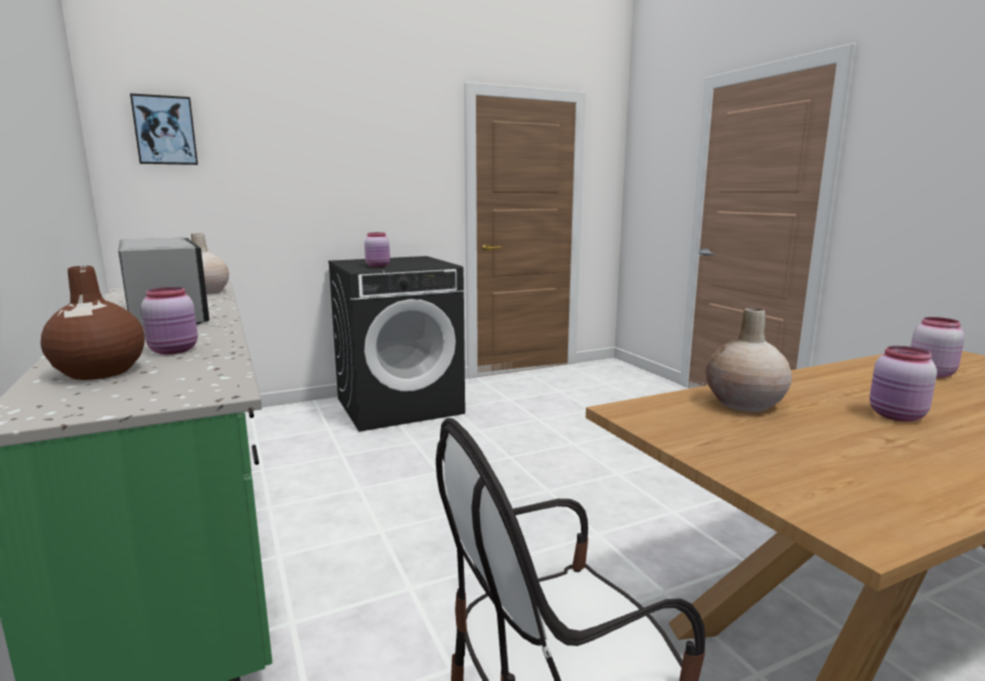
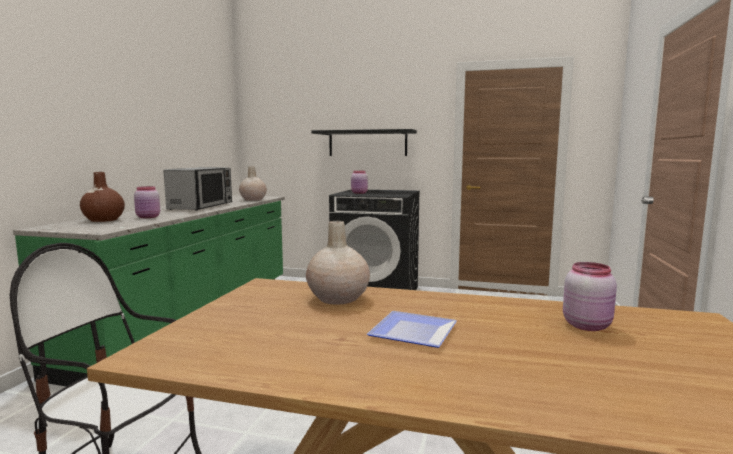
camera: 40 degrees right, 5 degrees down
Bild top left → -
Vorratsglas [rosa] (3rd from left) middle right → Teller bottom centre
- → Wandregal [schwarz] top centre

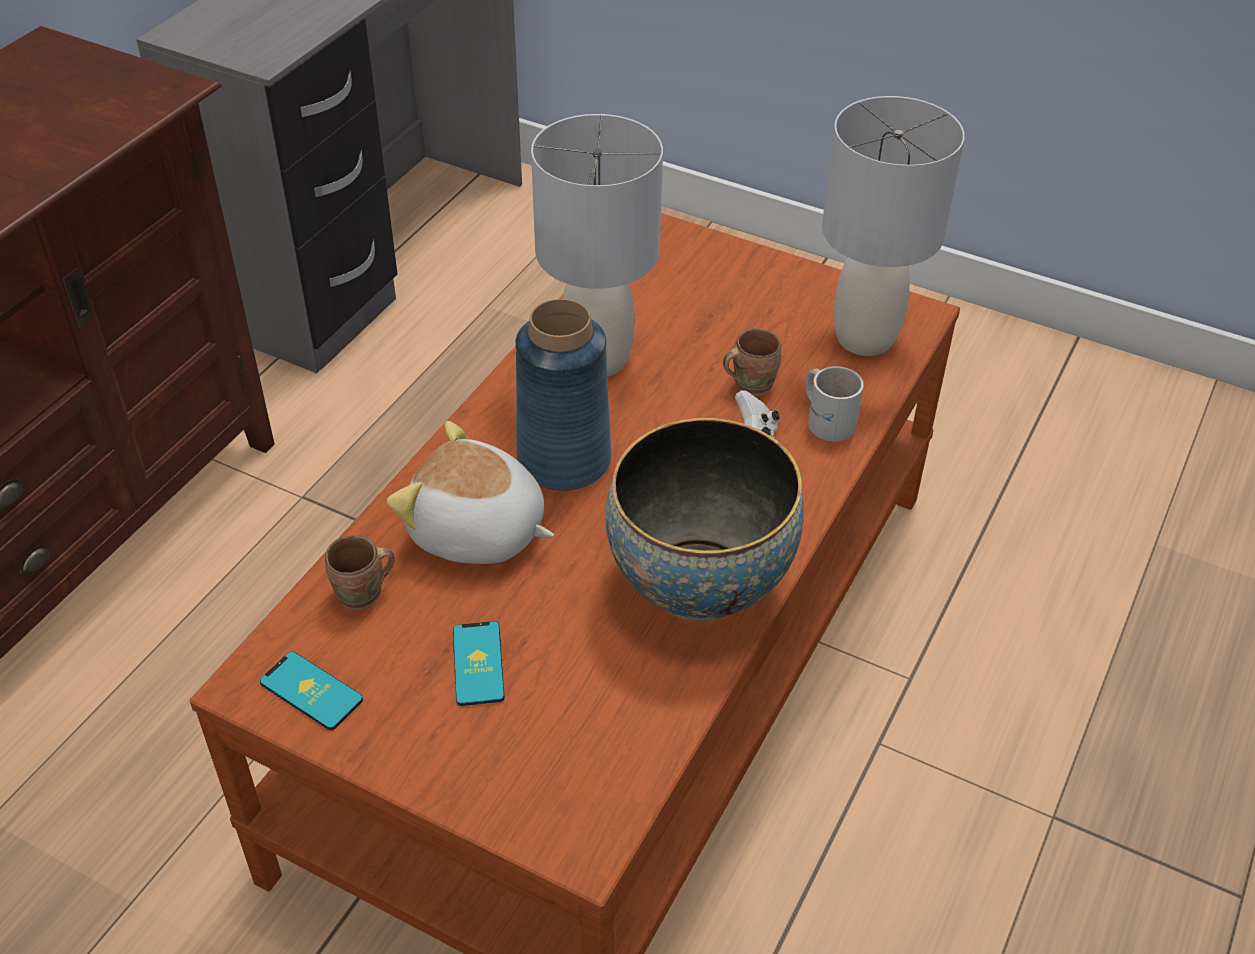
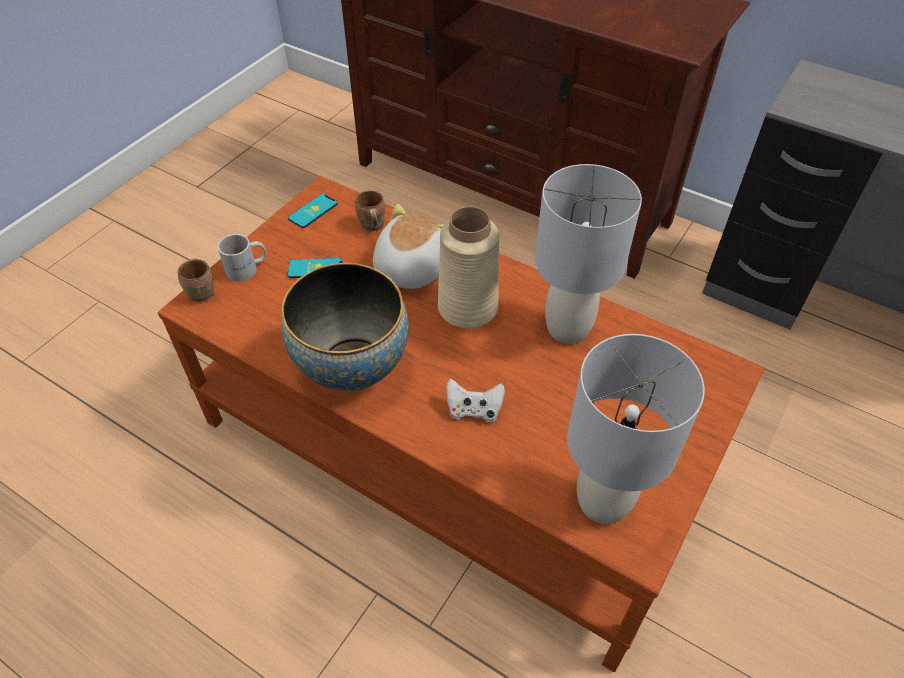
camera: 95 degrees right, 5 degrees up
Vase [blau] centre → Vase [beige] centre
Henkelbecher [braun] (2nd from left in the first image) centre → Henkelbecher [braun] (1st from left) middle left, moved
Henkelbecher [weiß] centre → Henkelbecher [weiß] middle left, moved

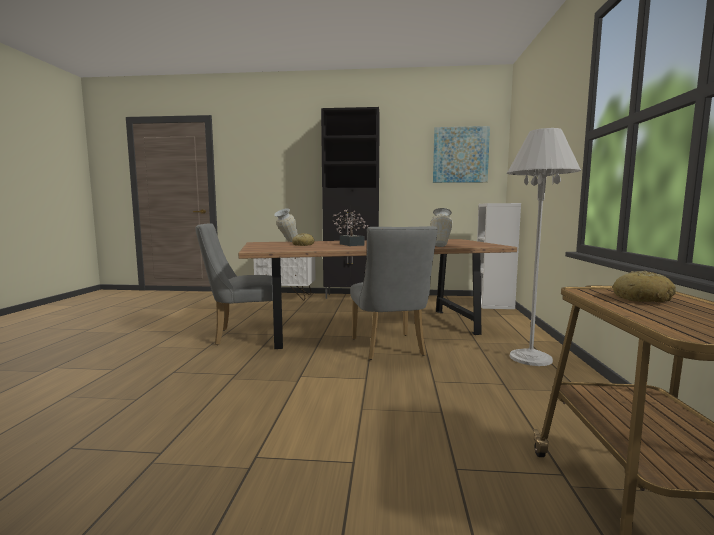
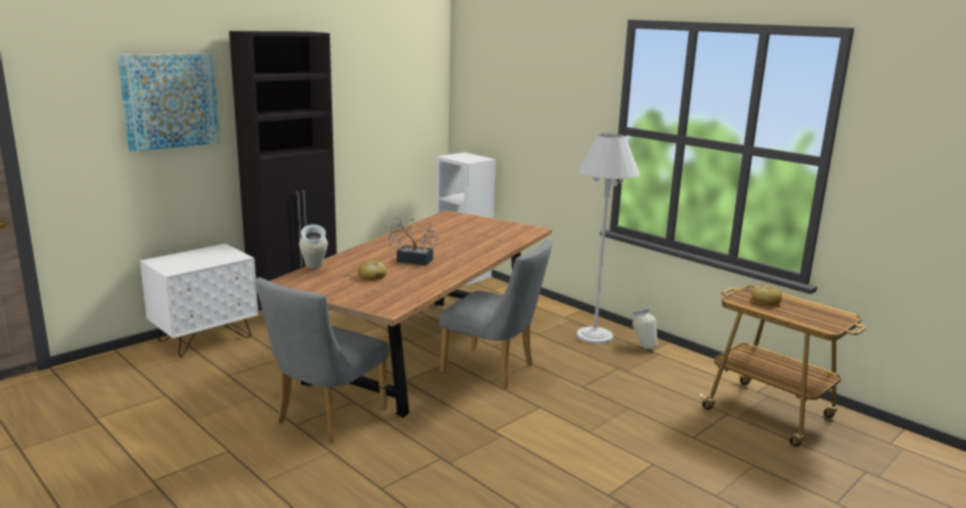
camera: 50 degrees left, 10 degrees up
Vase (2nd from left) centre → Vase (2nd from left) middle right, moved
Bild top centre → Bild top left, moved

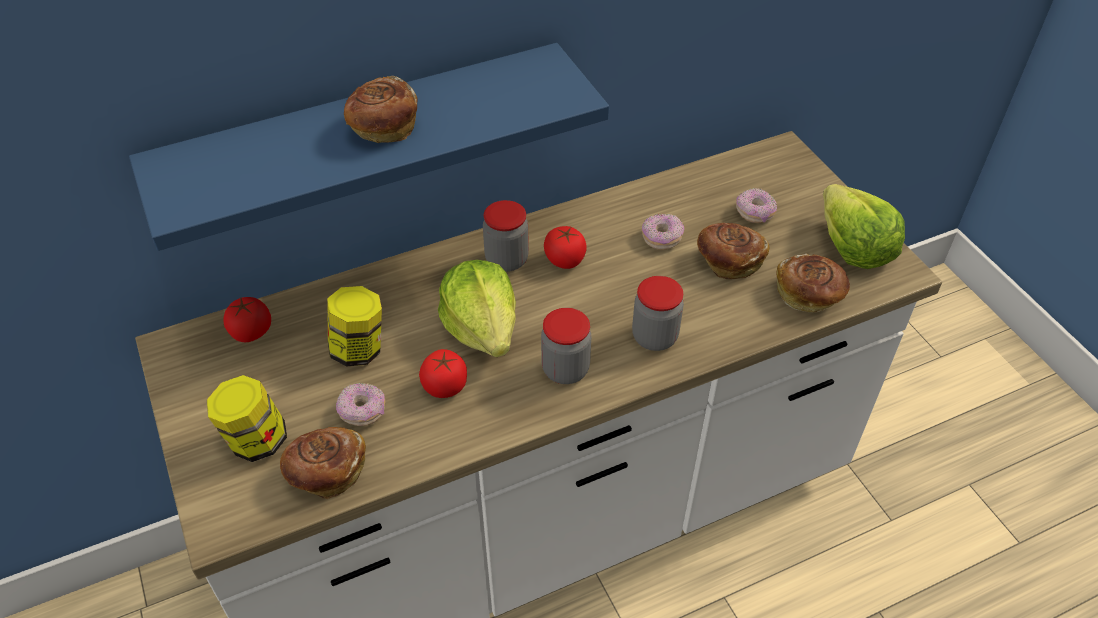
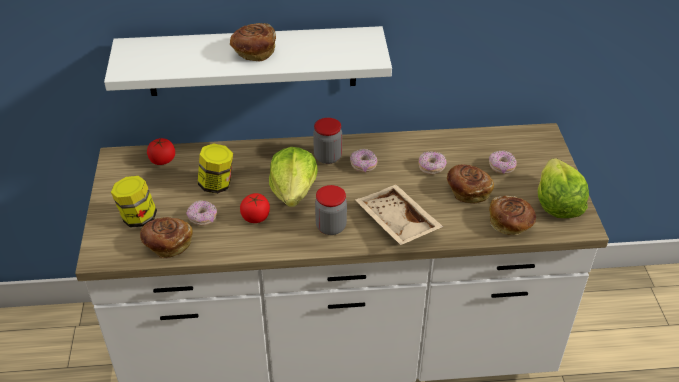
camera: 20 degrees right, 5 degrees down
Wandregal [blau] top centre → Wandregal [weiß] top centre
Tomate (3rd from left) centre → Donut (2nd from left) centre
Vorratsglas (5th from left) centre → Tablett [beige] centre

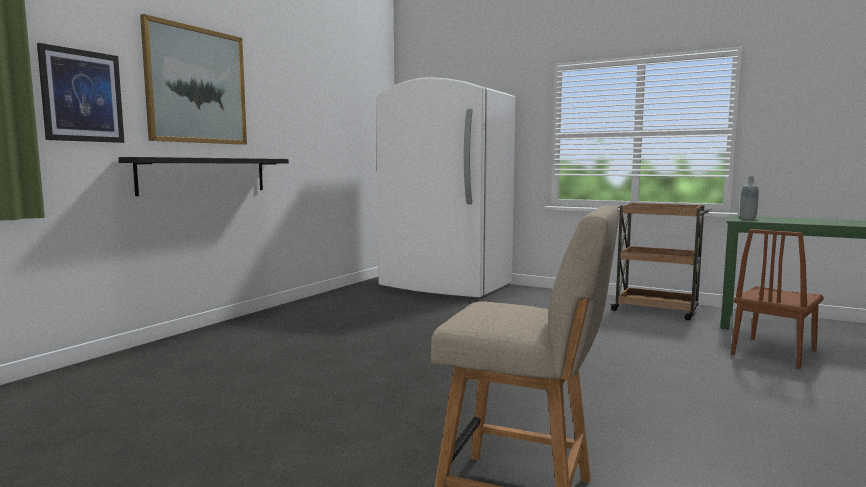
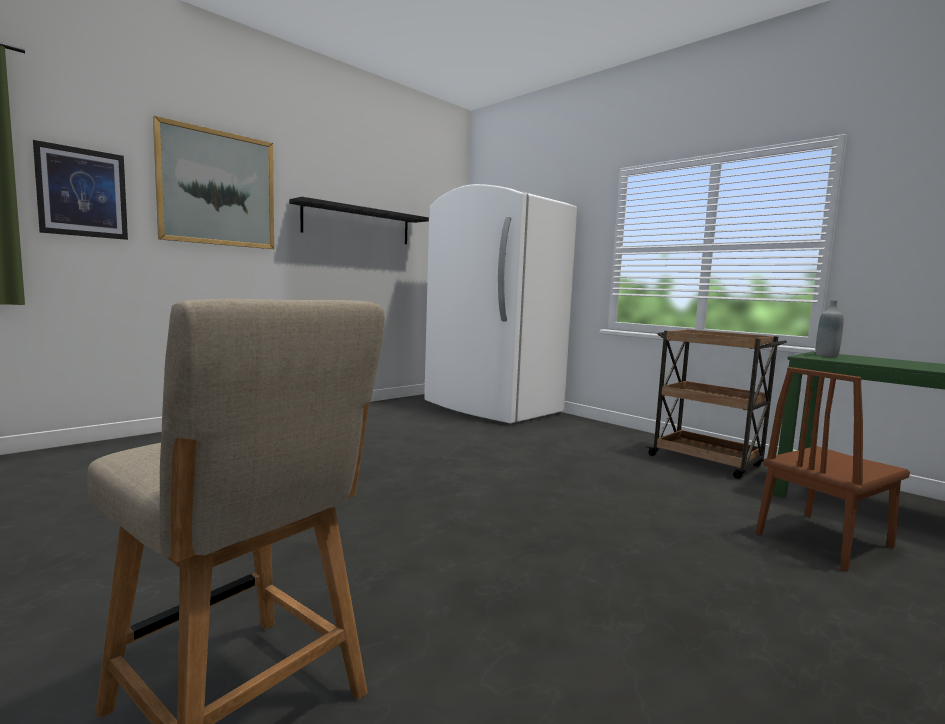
camera: 15 degrees right, 0 degrees up
Wandregal [schwarz] middle left → Wandregal [schwarz] top centre, moved

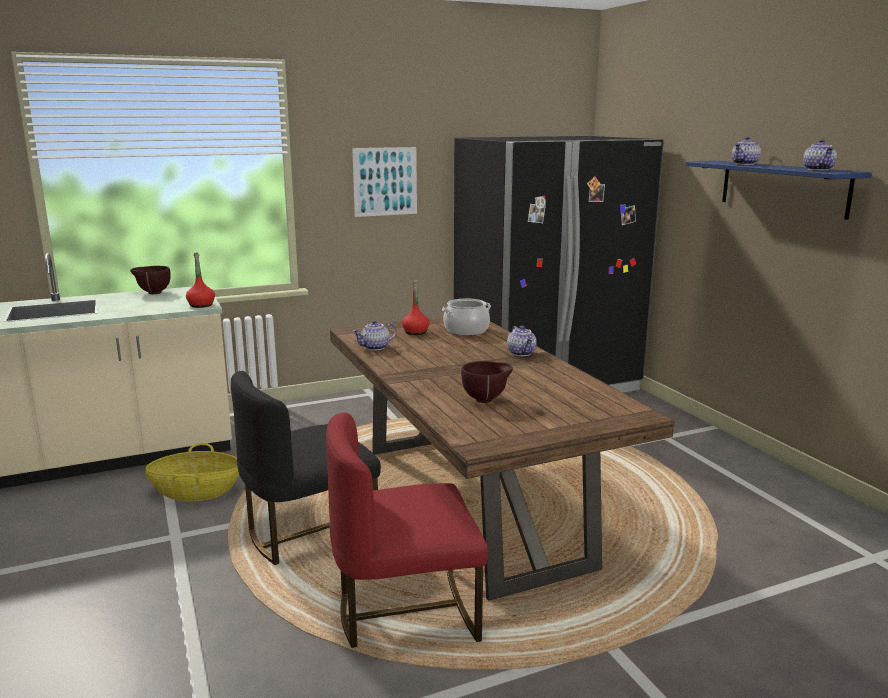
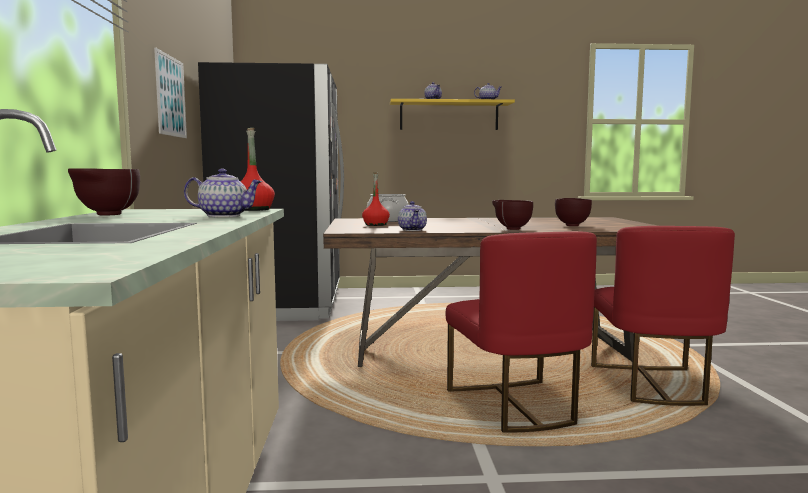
camera: 70 degrees left, 10 degrees down
Korb bottom left → -
Stuhl [schwarz] bottom centre → Stuhl [rot] (1st from left) bottom centre
Teekanne (2nd from left in the first image) centre → Teekanne (1st from left) middle left, moved
Wandregal [blau] top right → Wandregal [gelb] top centre
- → Schüssel [braun] (2nd from left) centre

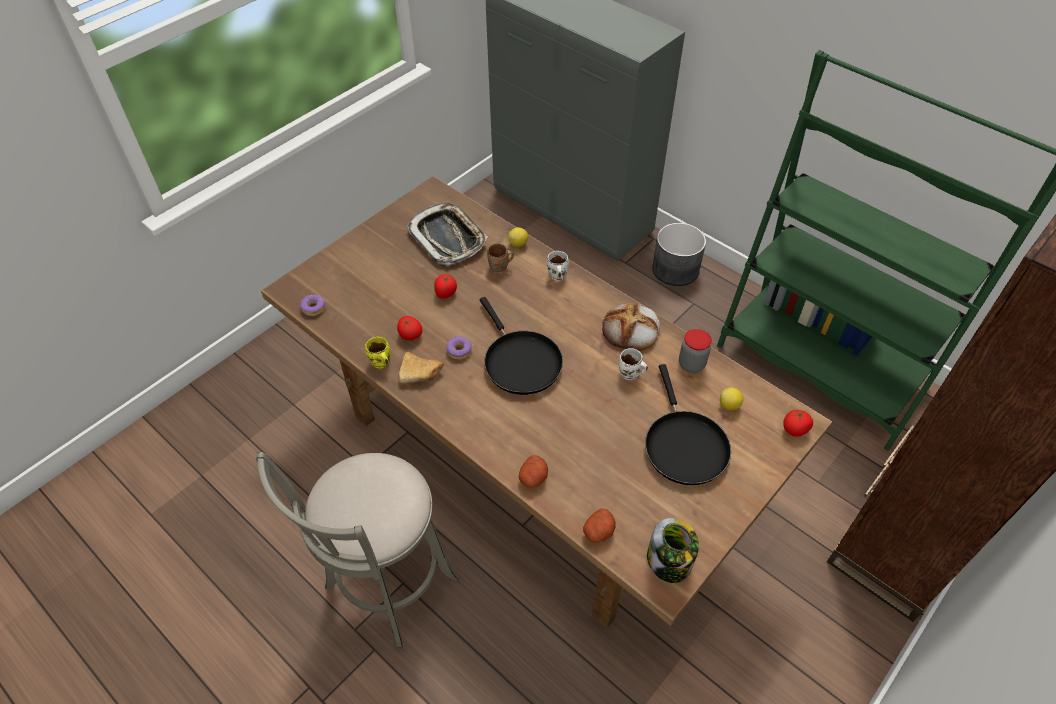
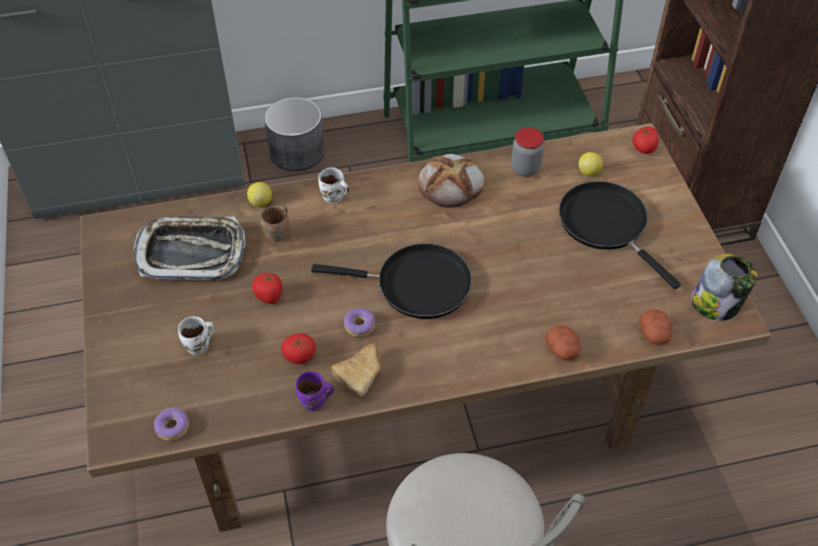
camera: 55 degrees left, 0 degrees up
Henkelbecher [gelb] centre → Henkelbecher [lila] bottom centre
Henkelbecher [weiß] (2nd from left in the first image) centre → Henkelbecher [weiß] (1st from left) middle left, moved
Pfanne [schwarz] (2nd from left) centre → Pfanne [schwarz] (2nd from left) middle right, 150 degrees counterclockwise

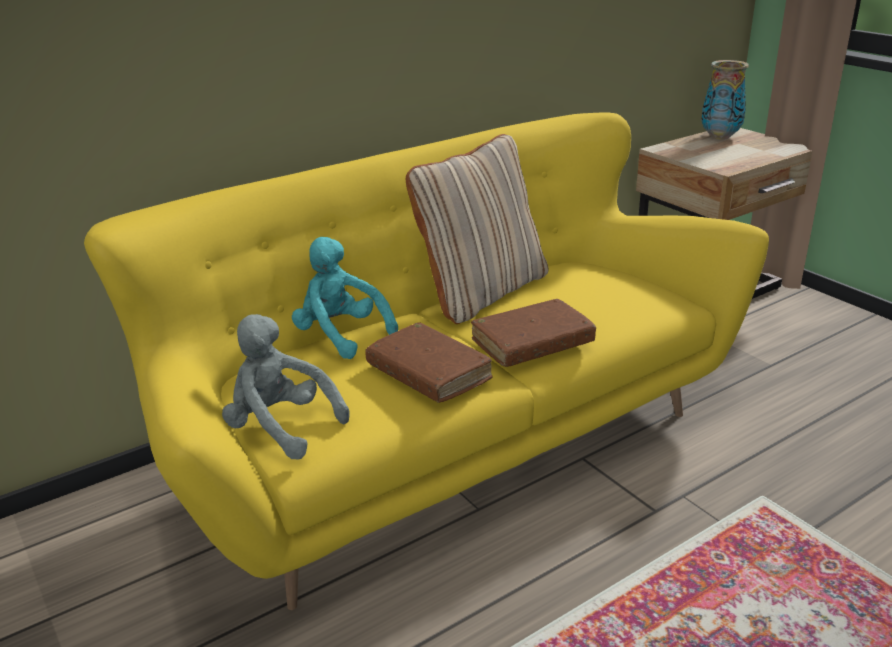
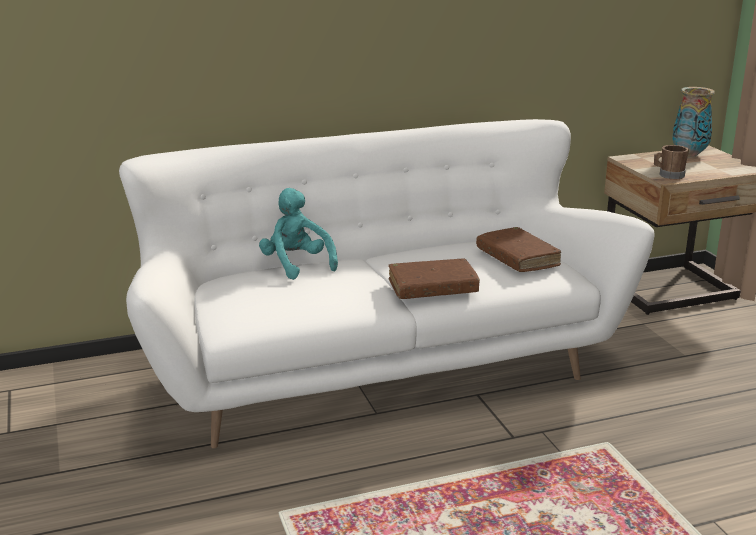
camera: 15 degrees right, 5 degrees down
Sofa [gelb] centre → Sofa [weiß] centre
Plüschtier [grau] middle left → -
Buch [braun] (1st from left in the first image) centre → Buch [braun] (2nd from left) middle right, moved
Kissen [beige] centre → -
- → Henkelbecher [braun] top right

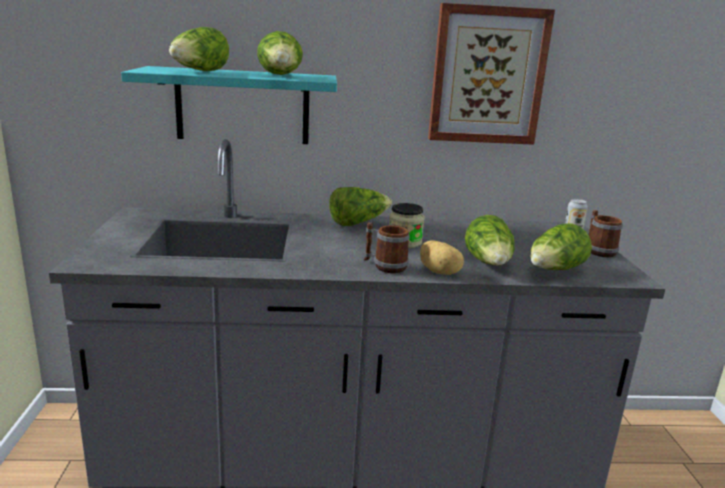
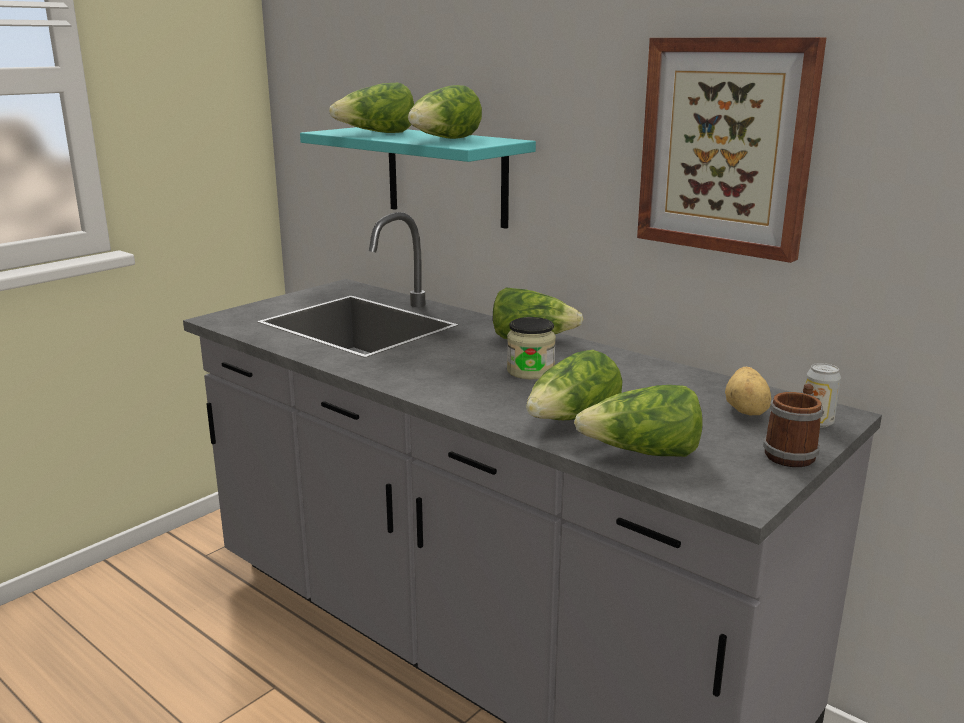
camera: 45 degrees right, 0 degrees up
Henkelbecher (1st from left) centre → -
Kartoffel centre → Kartoffel middle right, moved

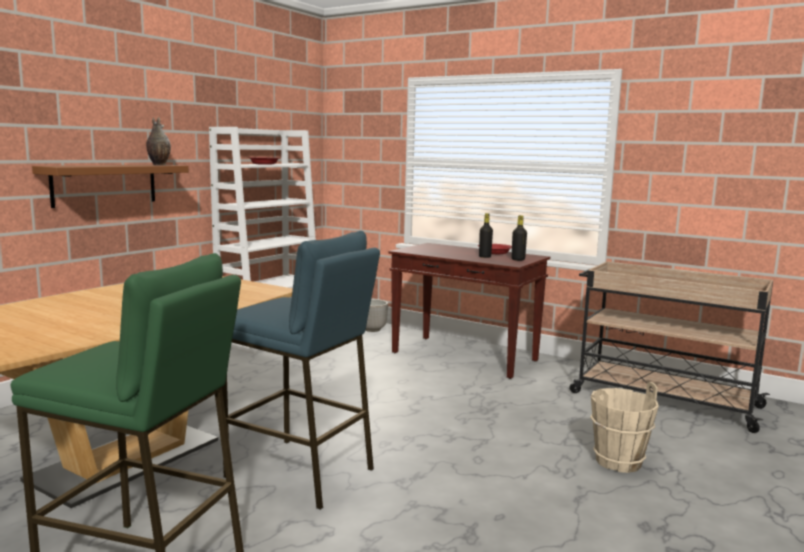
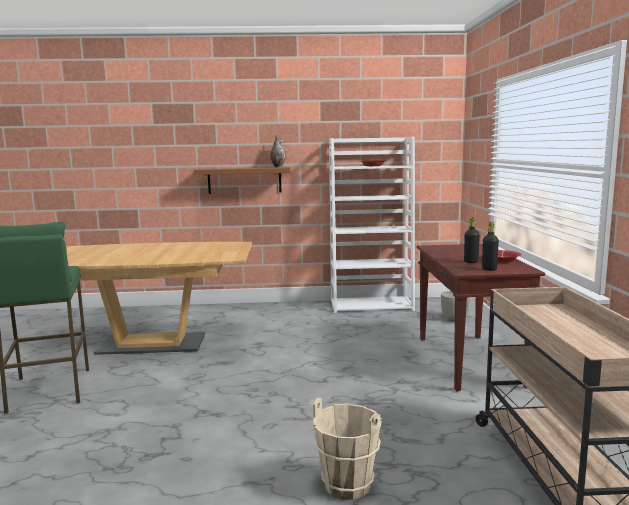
camera: 55 degrees right, 0 degrees up
Hocker [blau] bottom centre → -

